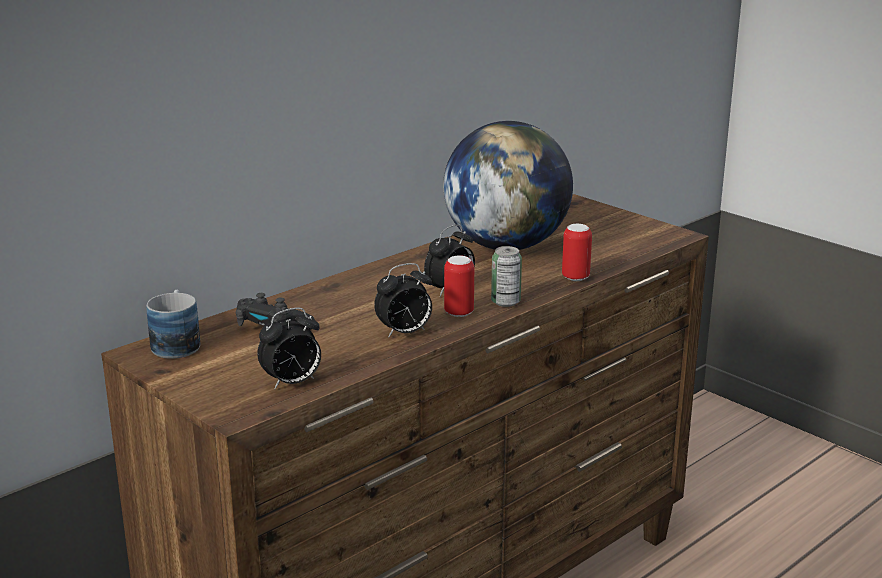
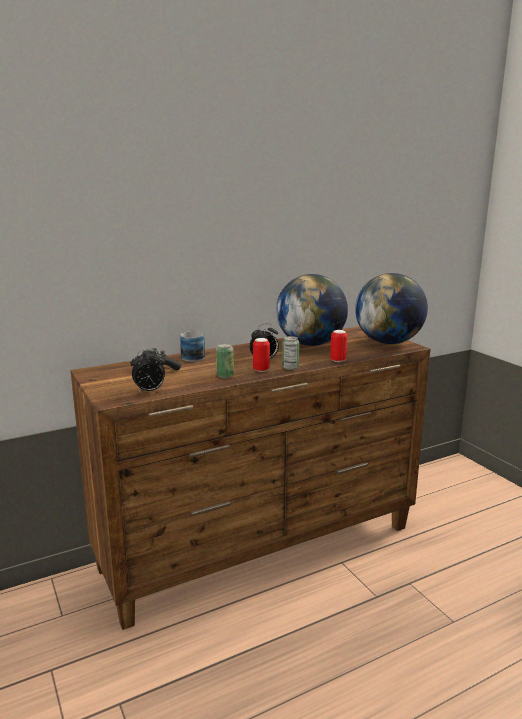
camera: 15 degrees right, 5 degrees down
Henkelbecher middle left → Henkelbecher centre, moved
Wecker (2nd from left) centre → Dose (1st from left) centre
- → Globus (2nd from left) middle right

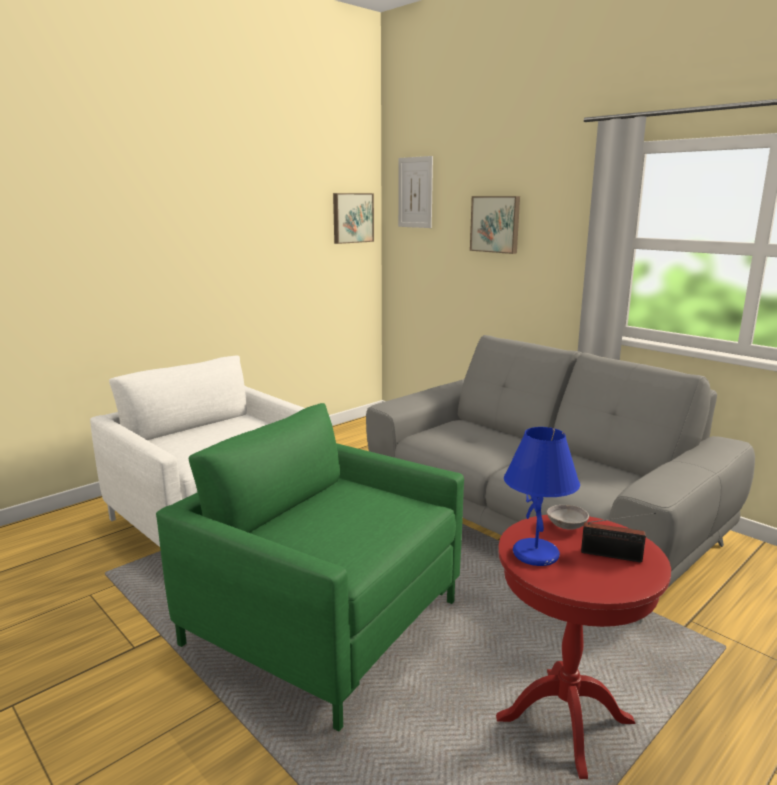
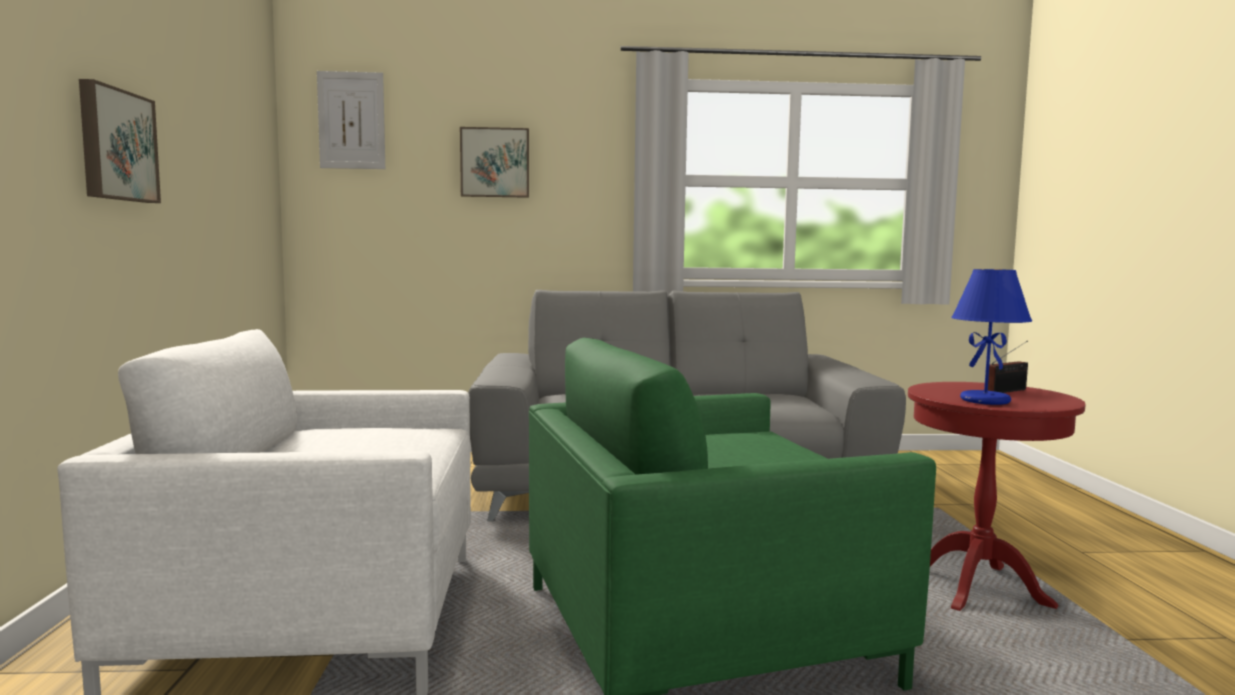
camera: 50 degrees left, 10 degrees down
Bild (1st from left) top centre → Bild (1st from left) top left, moved
Schüssel [grau] middle right → -

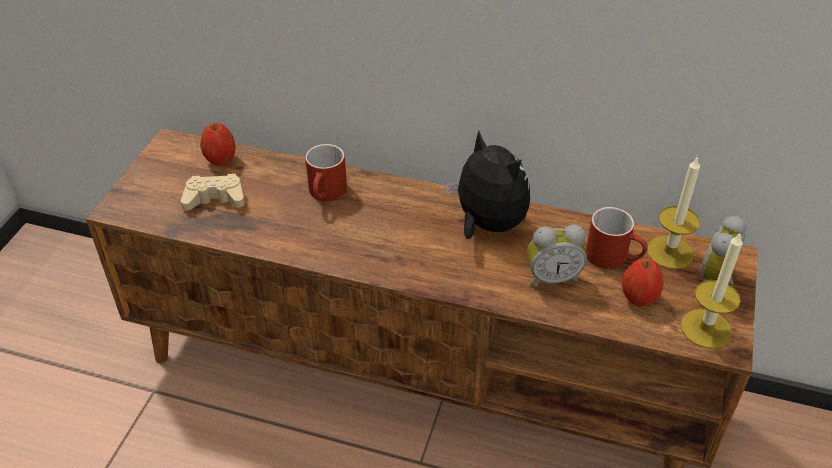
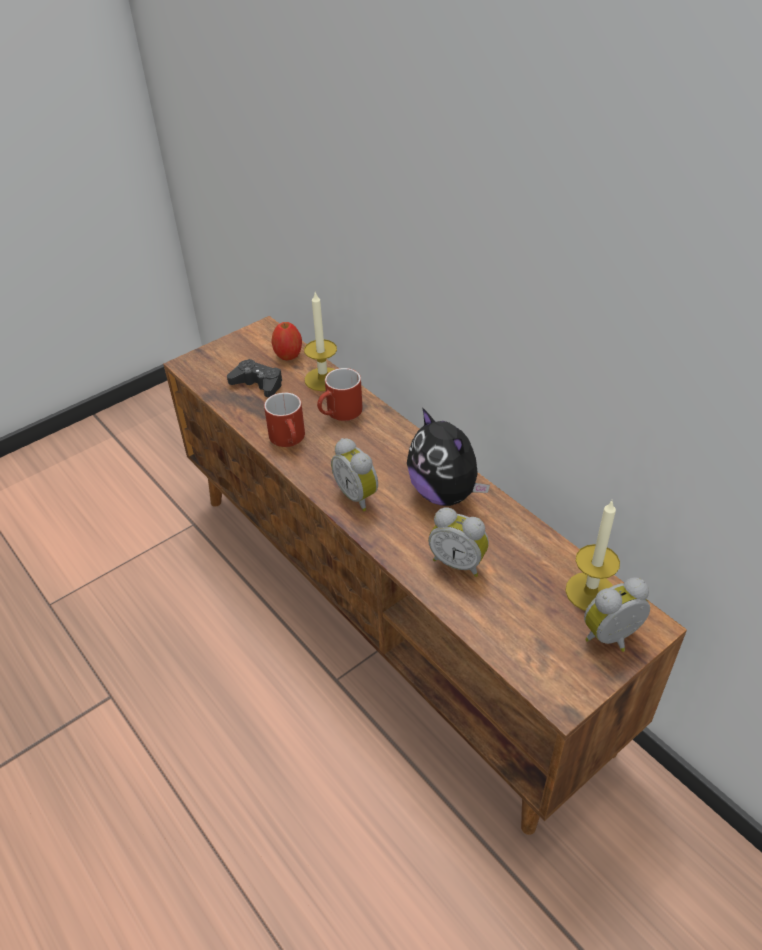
camera: 35 degrees right, 0 degrees up
Gamepad [beige] middle left → Gamepad [schwarz] centre
Plüschtier centre, 150 degrees clockwise
Henkelbecher [rot] (2nd from left in the first image) middle right → Henkelbecher [rot] (1st from left) centre, moved
Apfel (2nd from left) middle right → -
Kerze (2nd from left in the first image) middle right → Kerze (1st from left) centre, moved
- → Wecker (1st from left) centre

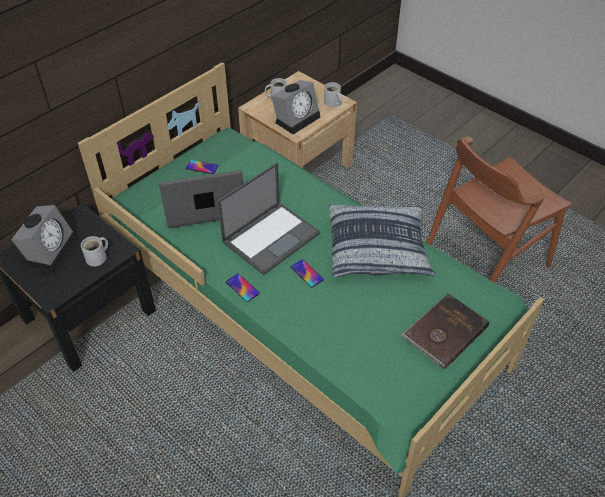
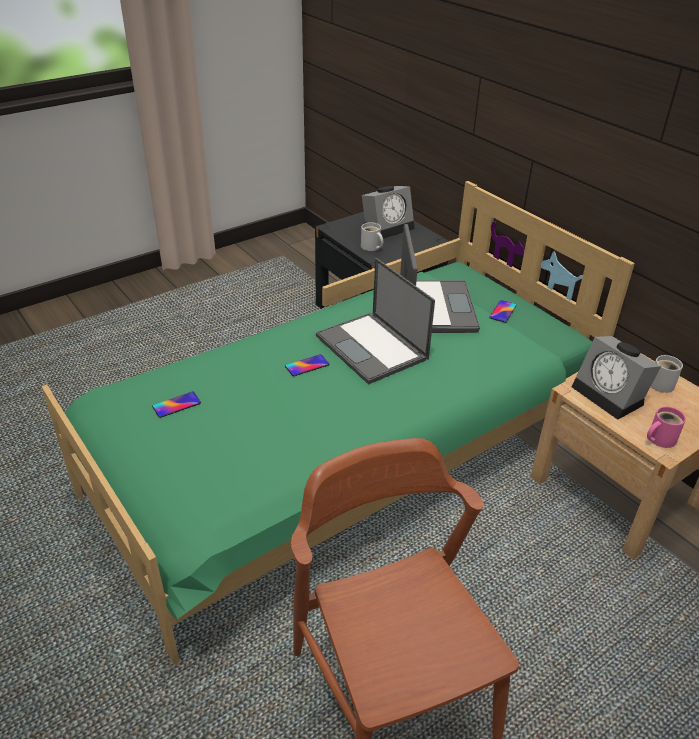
camera: 100 degrees right, 10 degrees down
Wecker (1st from left) middle left → Wecker (1st from left) top centre, 60 degrees counterclockwise
Handy (2nd from left in the first image) centre → Handy (1st from left) middle left, moved
Henkelbecher [weiß] (3rd from left) top centre → Henkelbecher [rosa] middle right
Kissen centre → -
Buch [braun] middle right → -

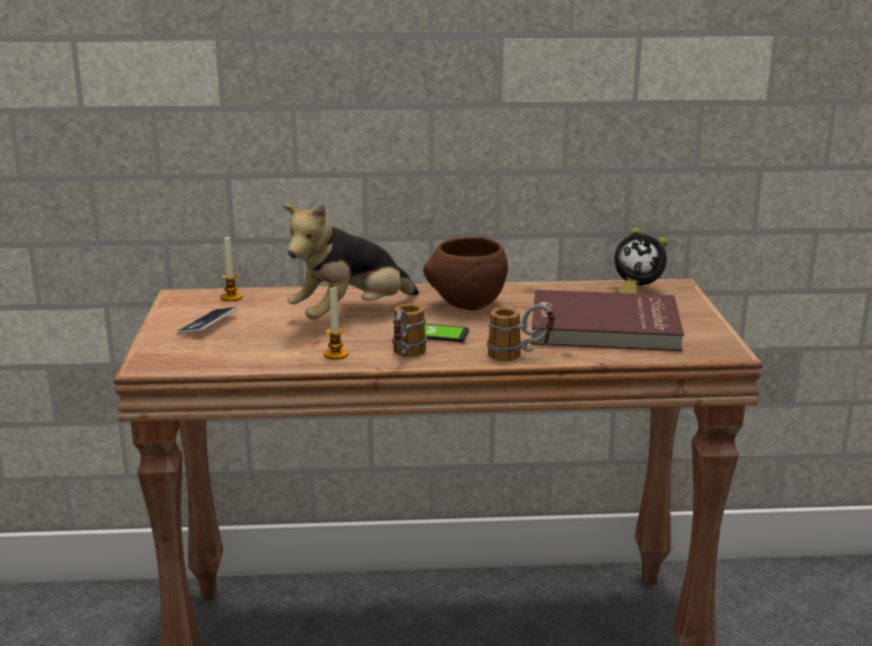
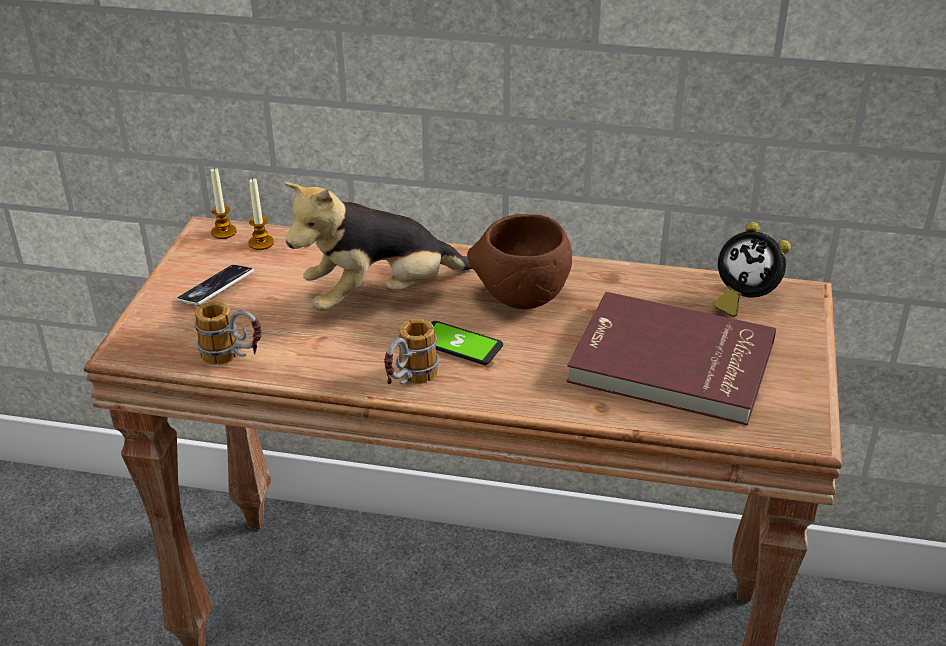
camera: 15 degrees right, 15 degrees up
Kerze (2nd from left in the first image) centre → Kerze (1st from left) top left, moved
Henkelbecher (2nd from left in the first image) centre → Henkelbecher (1st from left) middle left, moved

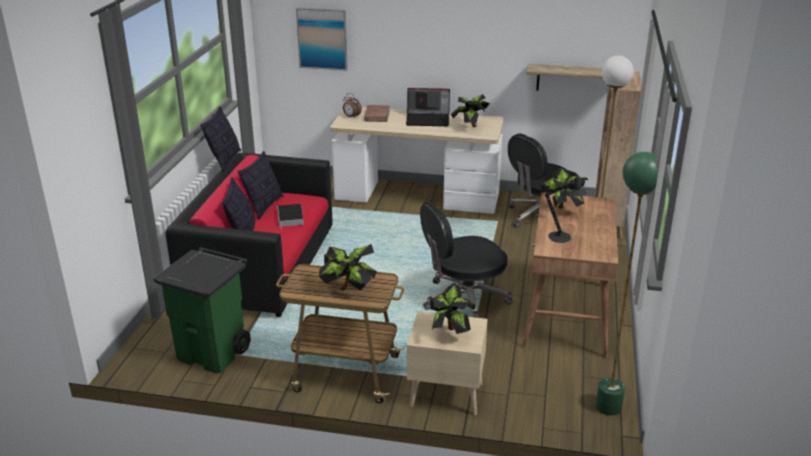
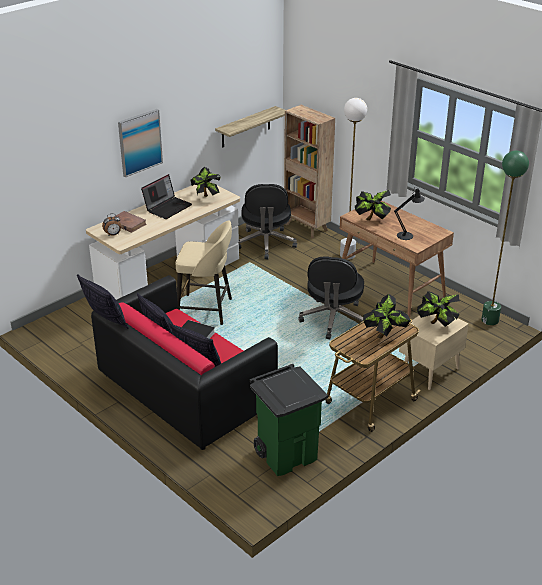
camera: 55 degrees left, 5 degrees up
Bild top centre → Bild top left, moved
- → Hocker [beige] centre

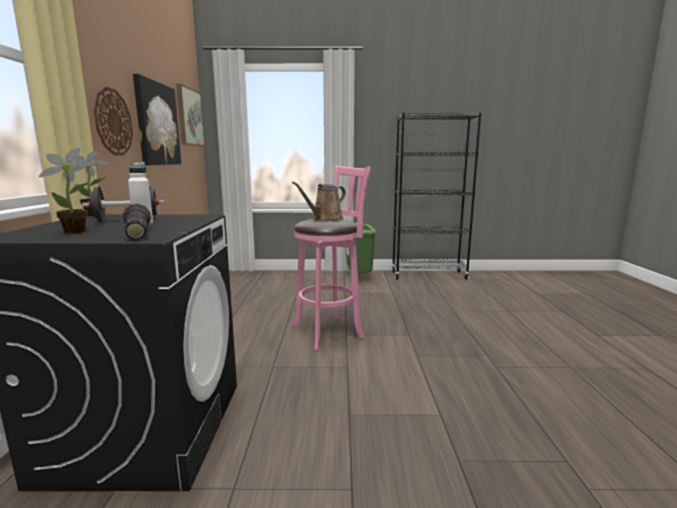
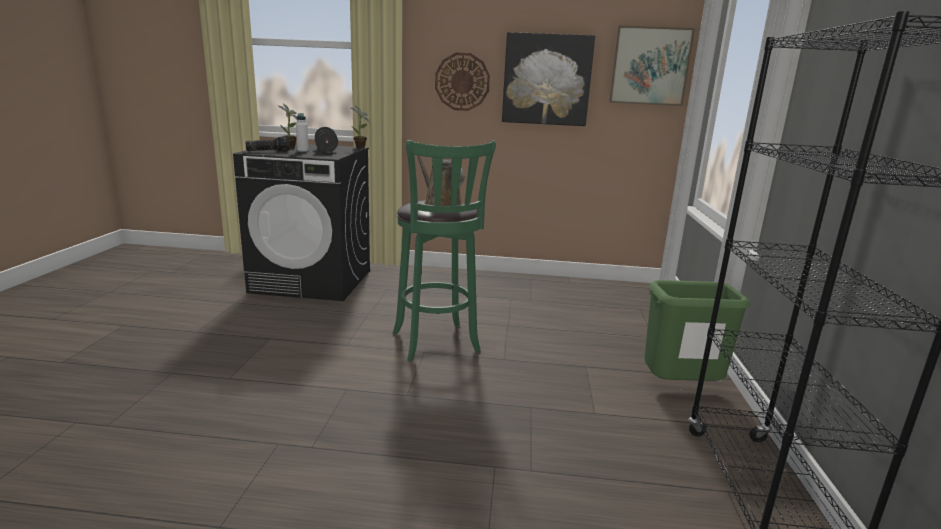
camera: 95 degrees right, 5 degrees up
Hocker [rosa] centre → Hocker [grün] centre

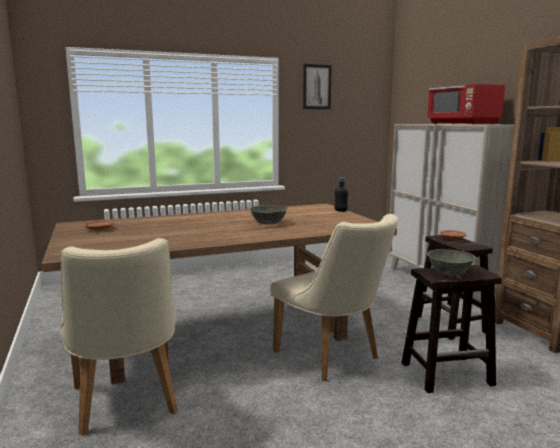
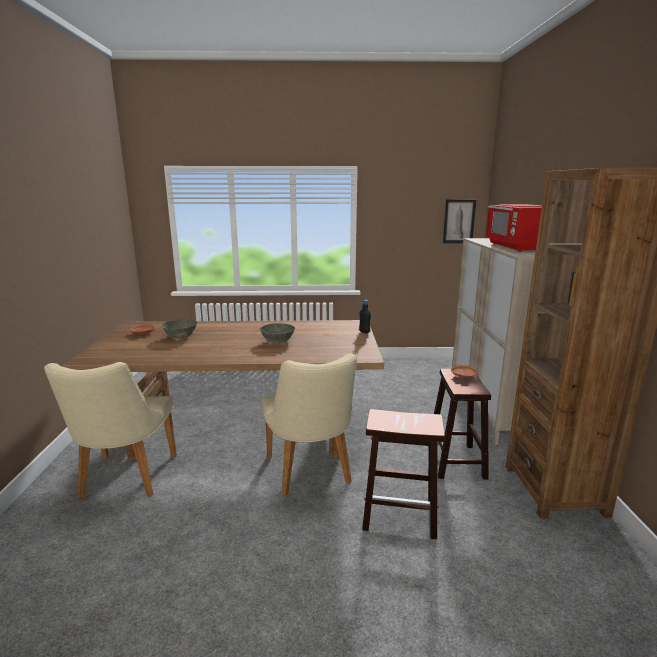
camera: 20 degrees right, 5 degrees up
Bild top centre → Bild middle right, moved
Schüssel [grau] (2nd from left in the first image) middle right → Schüssel [grau] (1st from left) middle left, moved

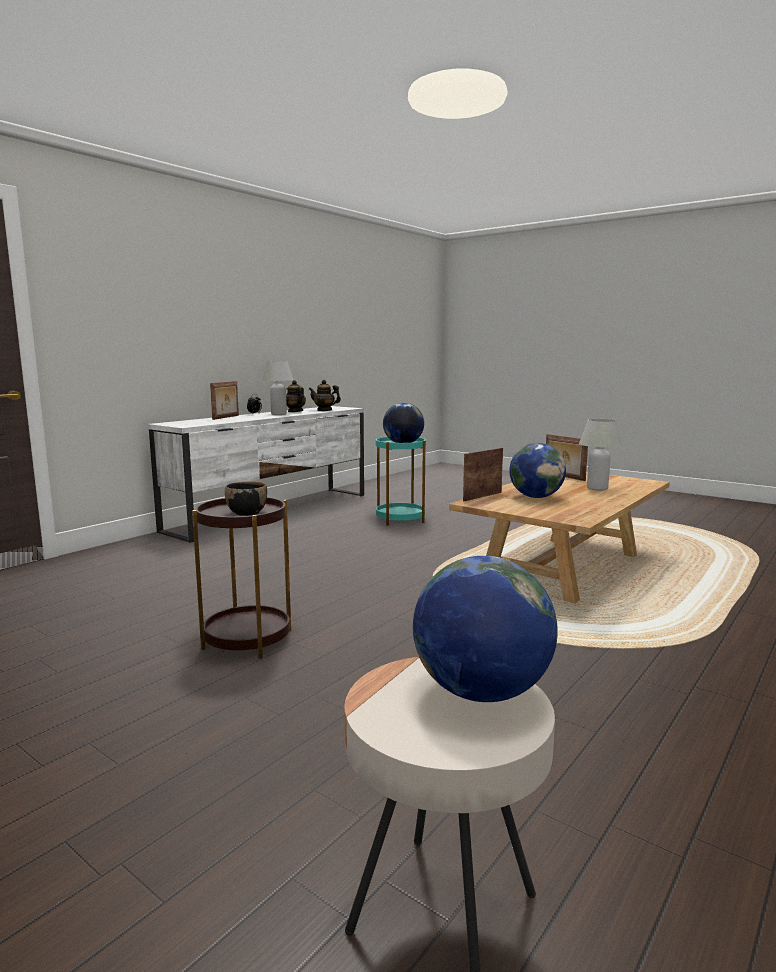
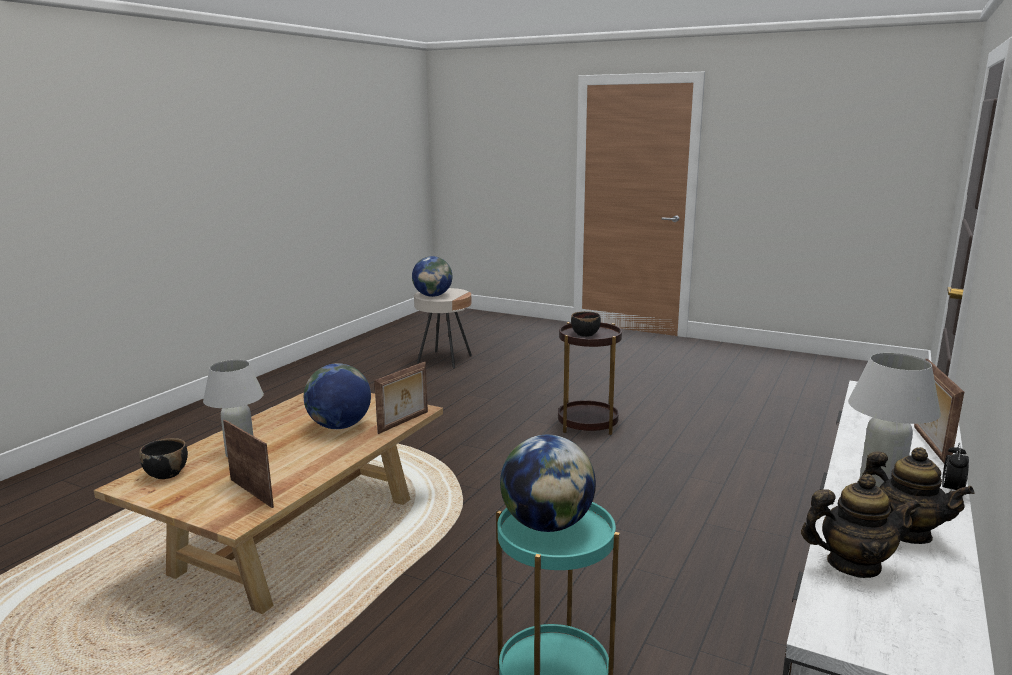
camera: 170 degrees right, 5 degrees up
- → Schüssel [schwarz] (1st from left) bottom left

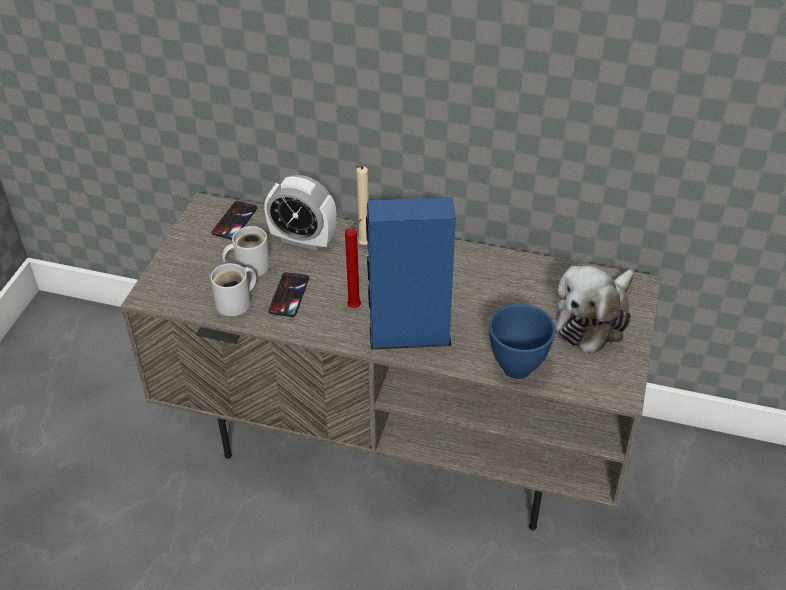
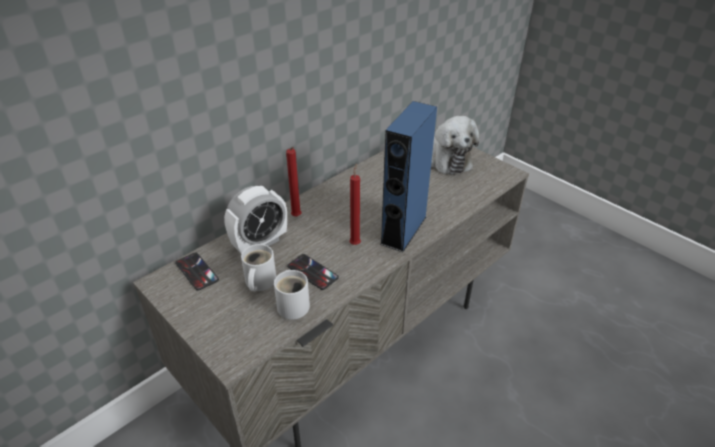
camera: 60 degrees left, 5 degrees down
Kerze [beige] centre → Kerze [rot] (1st from left) centre
Schüssel [blau] centre → -

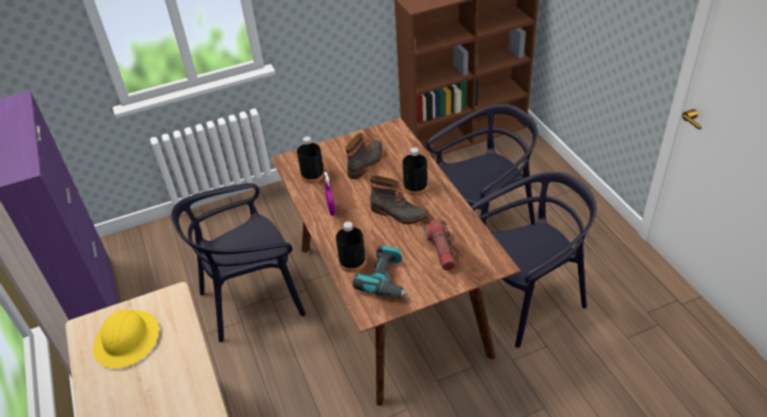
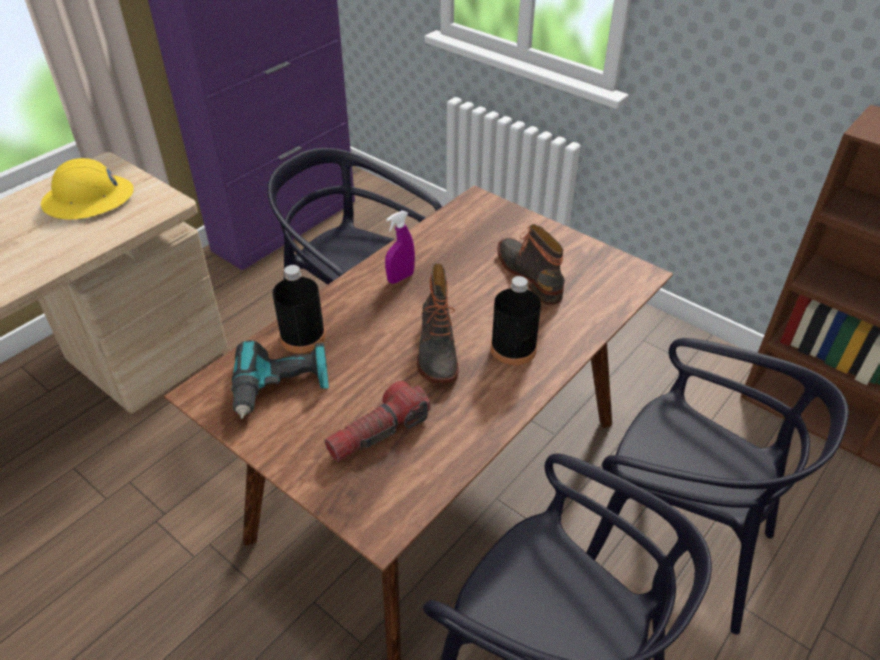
camera: 60 degrees right, 0 degrees up
Flasche [schwarz] (1st from left) centre → -
Stiefel (1st from left in the first image) centre → Stiefel (2nd from left) centre, 120 degrees counterclockwise

